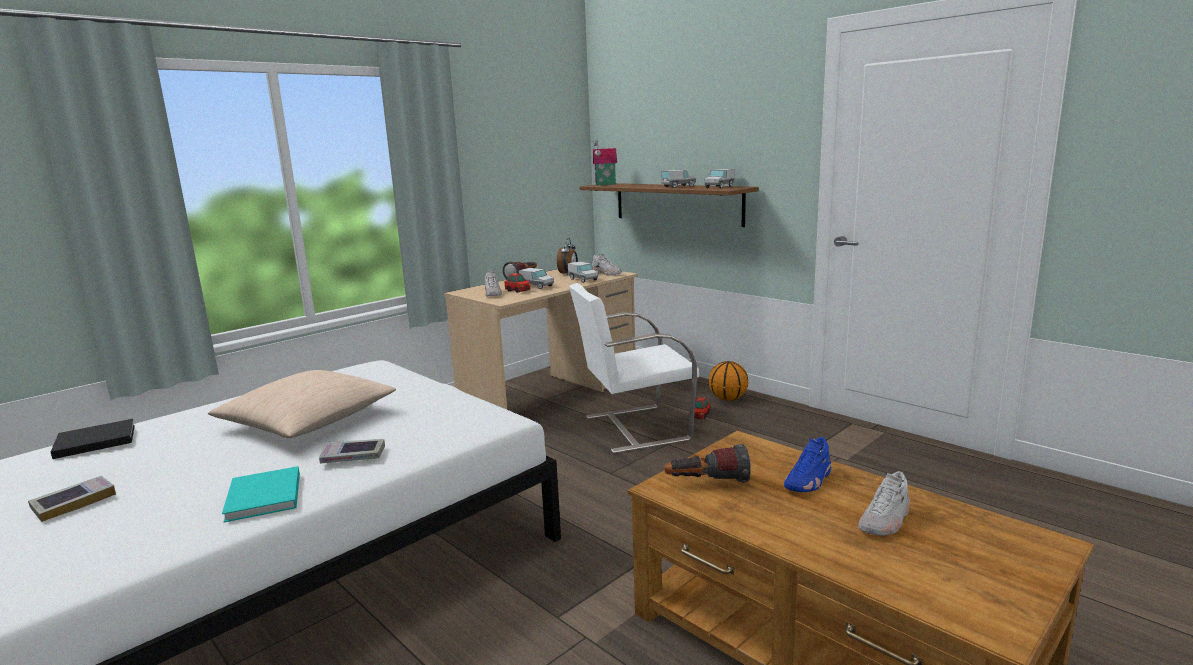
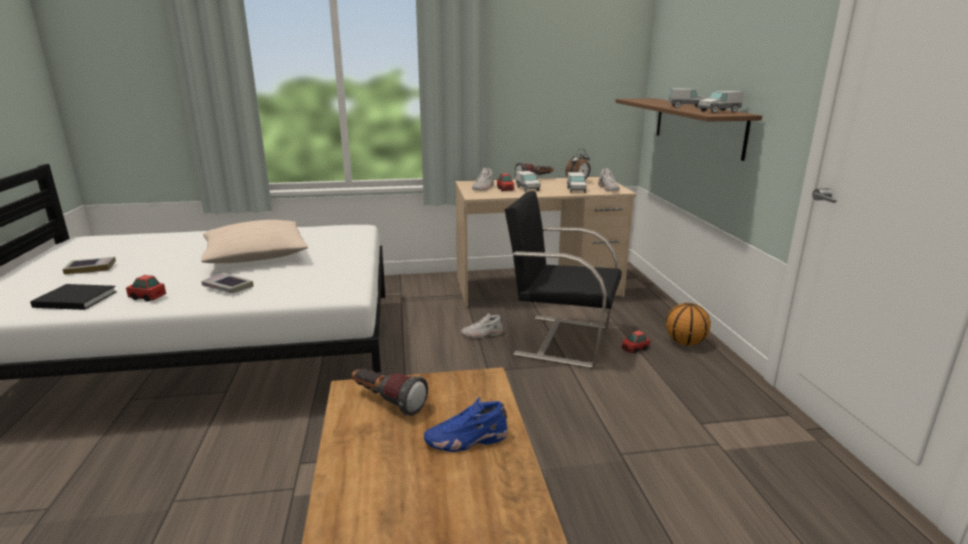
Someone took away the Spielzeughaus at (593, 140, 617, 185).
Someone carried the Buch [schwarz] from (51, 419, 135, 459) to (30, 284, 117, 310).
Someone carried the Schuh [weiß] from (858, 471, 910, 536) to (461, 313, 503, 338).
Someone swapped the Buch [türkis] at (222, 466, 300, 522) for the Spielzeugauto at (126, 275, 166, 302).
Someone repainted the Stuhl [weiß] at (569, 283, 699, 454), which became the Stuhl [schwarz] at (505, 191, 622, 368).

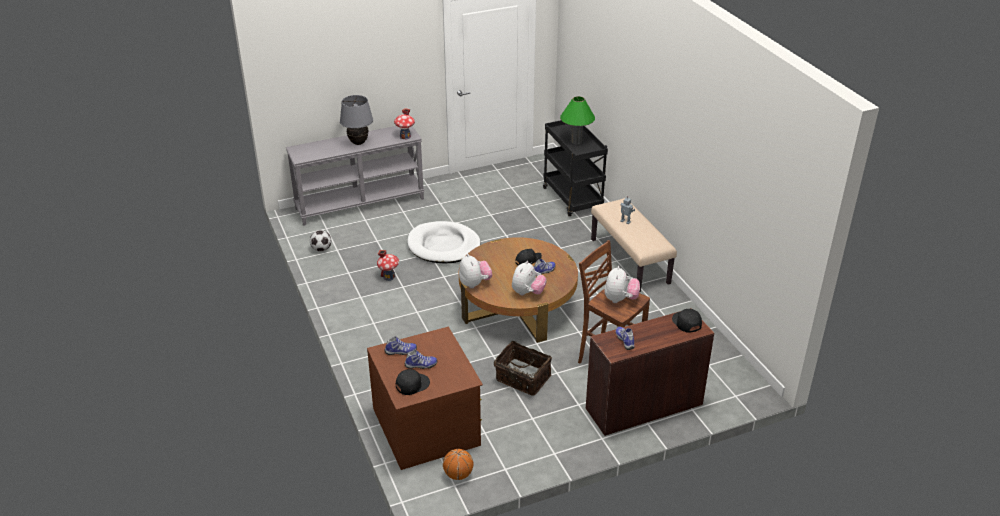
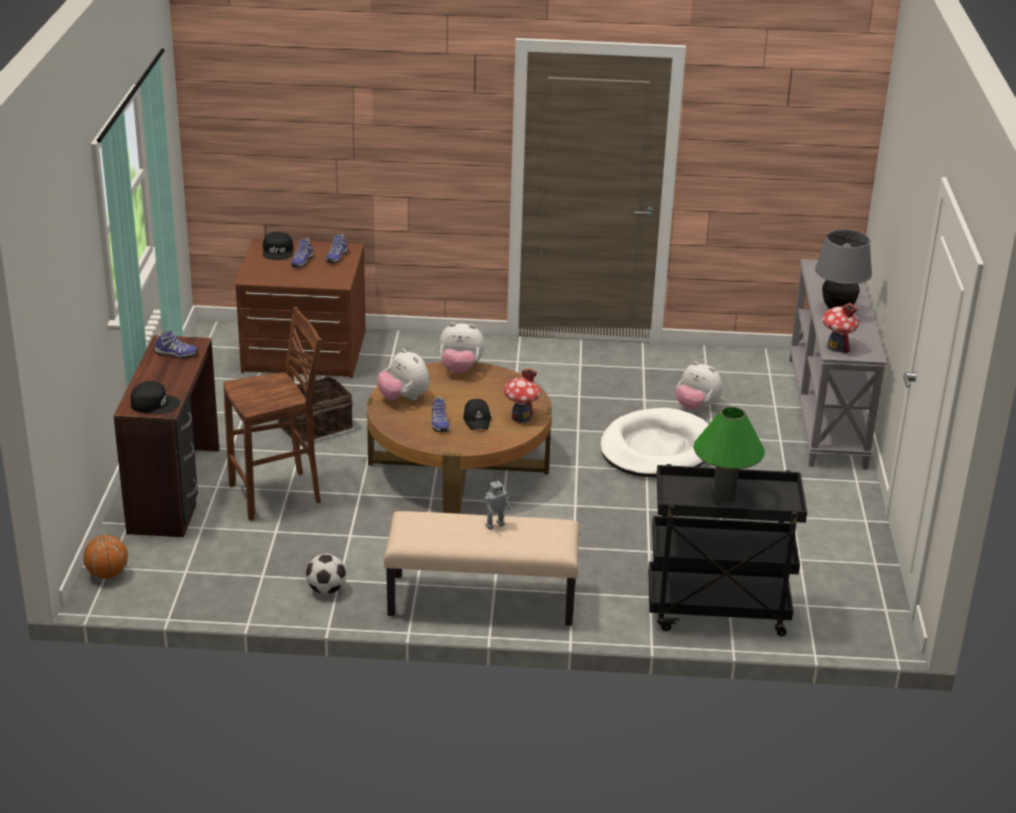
Someone carried the Fußball from (310, 230, 331, 251) to (306, 554, 347, 594).
Someone carried the Spielzeughaus from (377, 250, 399, 281) to (504, 368, 541, 423).
Someone carried the Basketball from (443, 449, 474, 480) to (83, 535, 128, 579).
Someone carried the Plüschtier from (604, 266, 640, 303) to (675, 361, 723, 410).

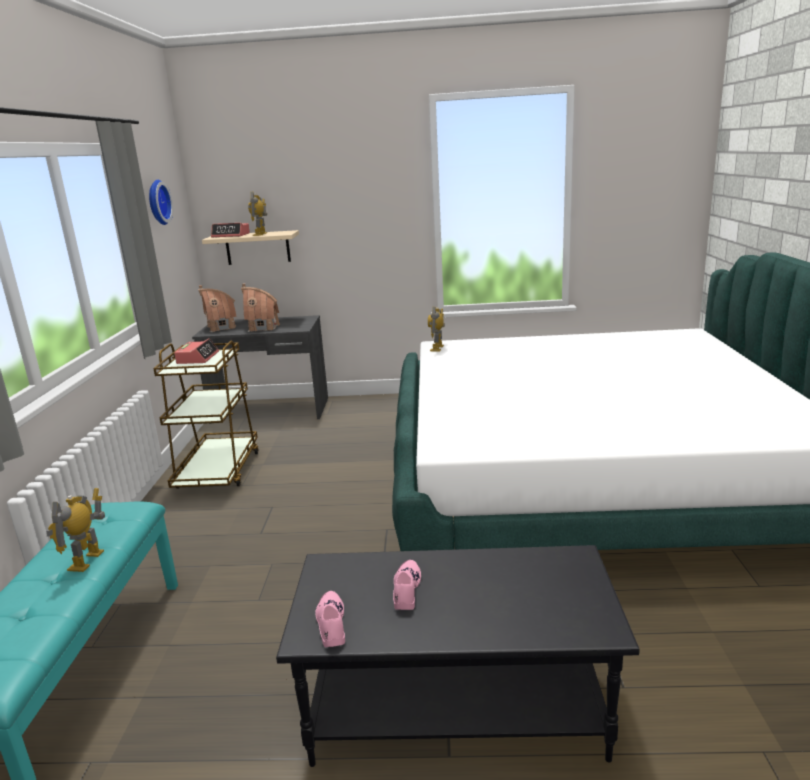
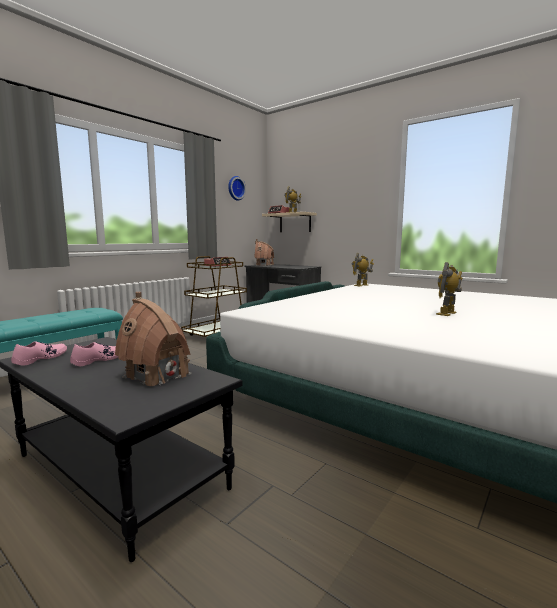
Someone carried the Spielzeugroboter from (46, 488, 105, 572) to (436, 262, 462, 316).
Someone carried the Spielzeughaus from (241, 283, 280, 332) to (115, 292, 191, 388).

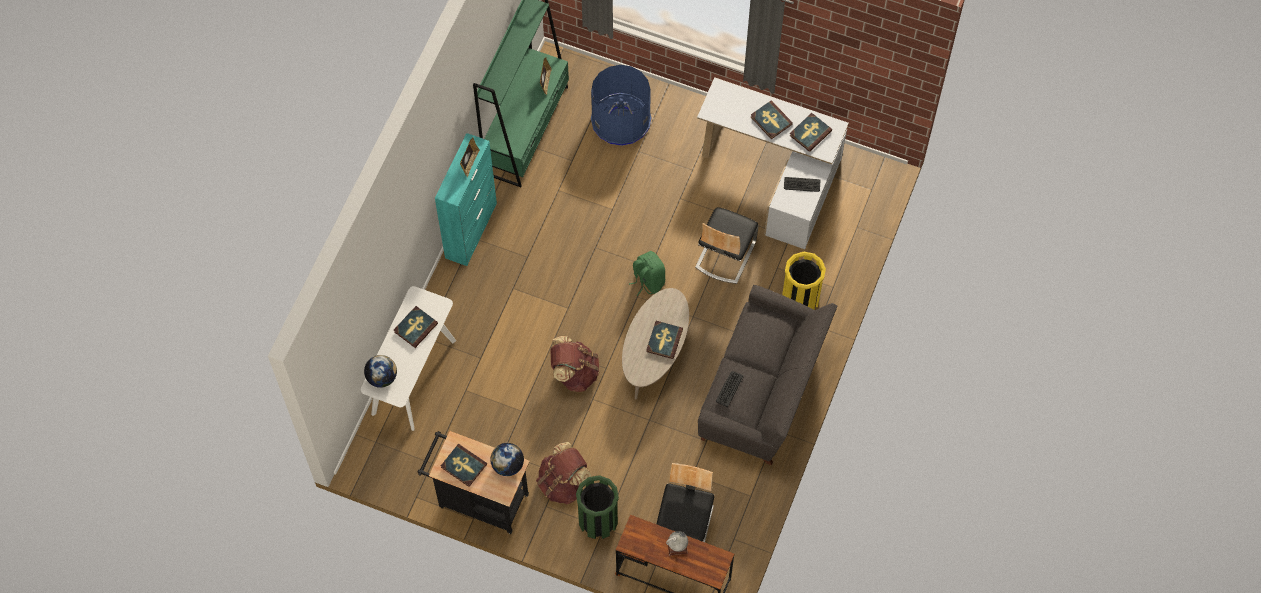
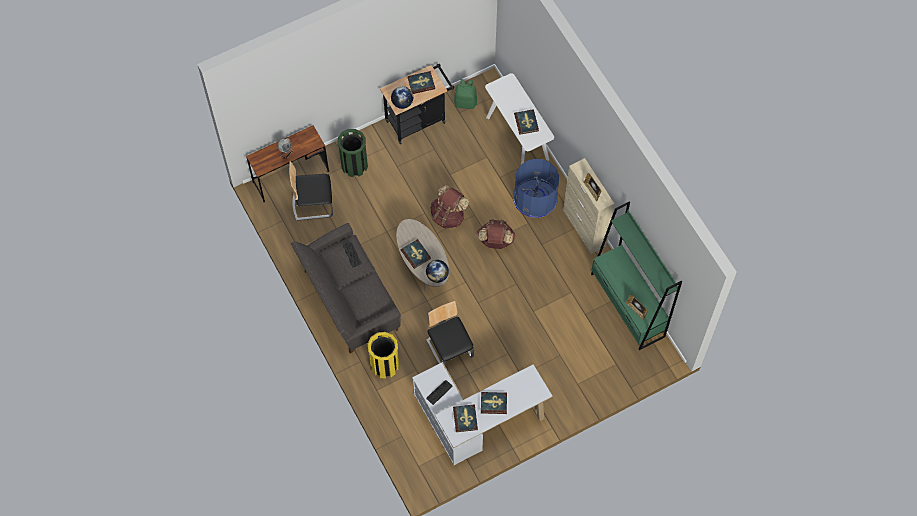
Someone carried the Globus from (364, 355, 397, 388) to (426, 260, 449, 283).
Someone carried the Rucksack [braun] from (536, 442, 591, 504) to (477, 219, 516, 249).
Someone carried the Mülleimer [blau] from (591, 65, 651, 146) to (513, 159, 559, 218).
Someone carried the Rucksack [grün] from (629, 251, 665, 296) to (454, 79, 477, 109).
Someone repainted the Schrank [türkis] at (435, 133, 497, 266), which became the Schrank [beige] at (563, 158, 615, 254).
Someone rotated the Stuhl at (657, 463, 714, 542) by 120 degrees clockwise.

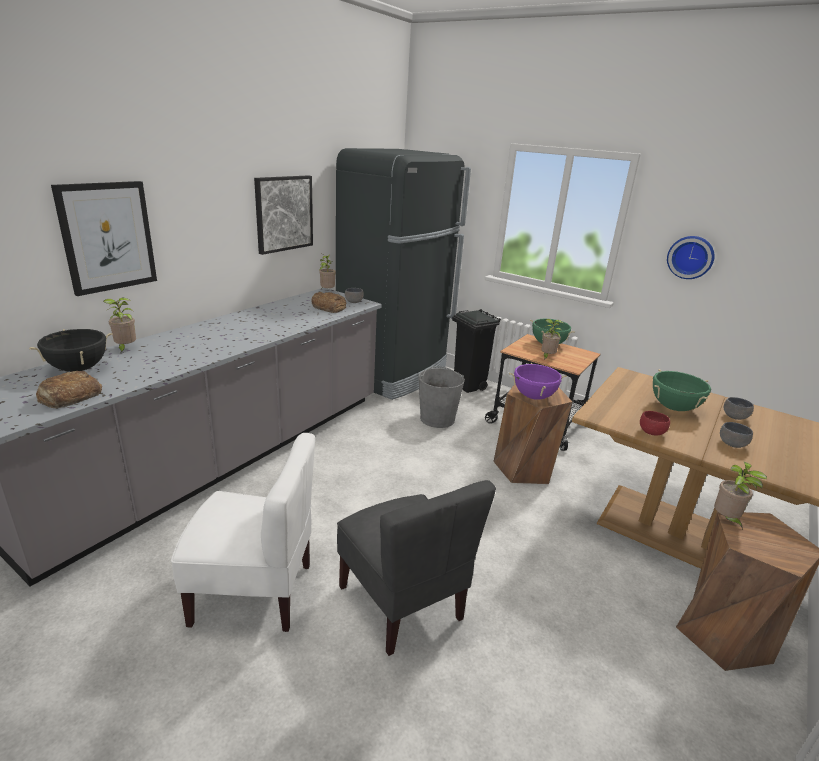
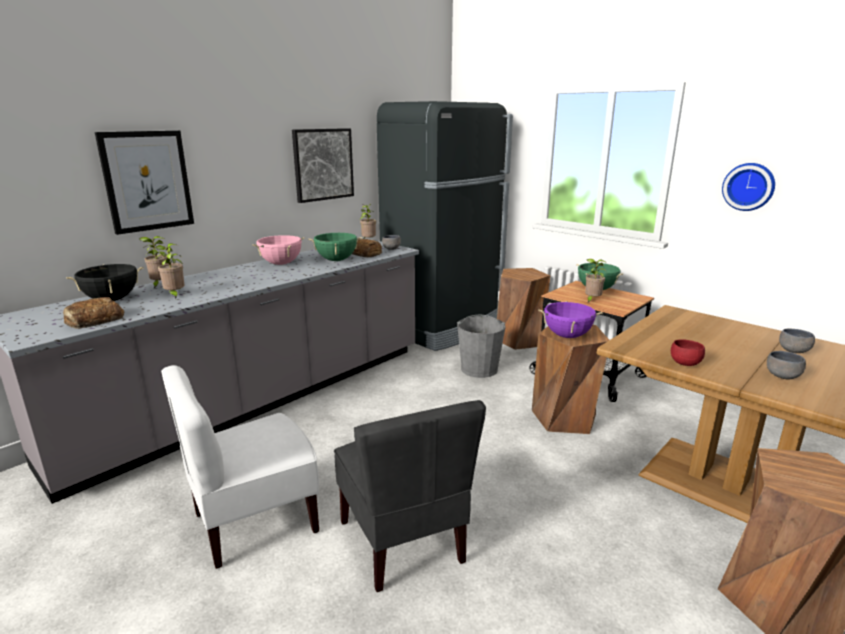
Someone put down the Kochtopf [rosa] at (252, 235, 304, 265).
Someone carried the Kochtopf [grün] from (653, 369, 711, 411) to (308, 232, 362, 261).
Someone carried the Topfpflanze from (714, 462, 767, 530) to (155, 243, 185, 299).
Someone swapped the Mülleimer [schwarz] at (452, 309, 501, 393) for the Hocker [braun] at (497, 268, 550, 350).
Someone rotated the Stuhl [weiß] at (171, 433, 315, 632) by 135 degrees clockwise.

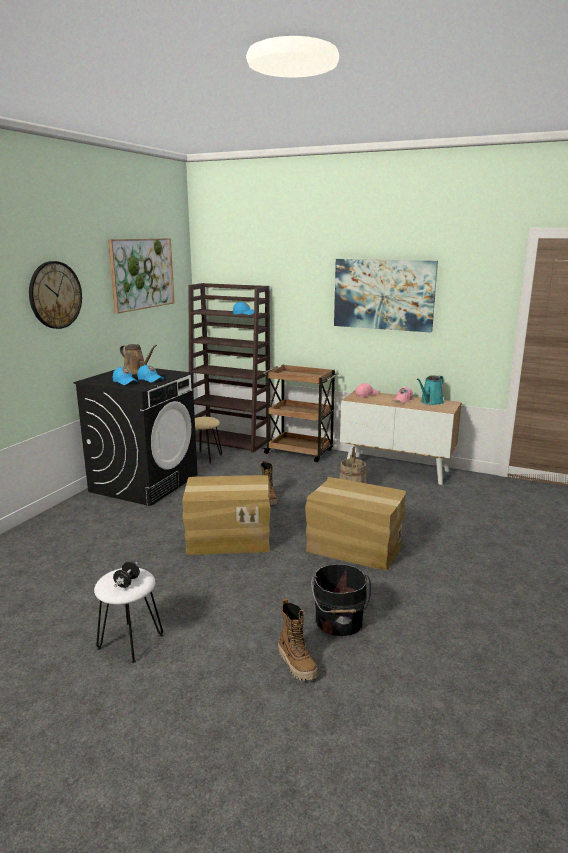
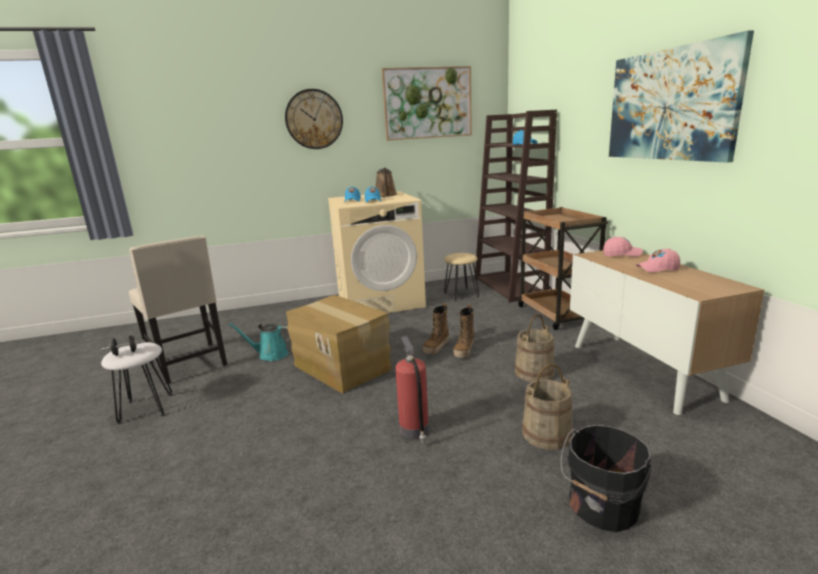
Someone put down the Stuhl [beige] at (129, 235, 227, 384).
Someone put down the Eimer [beige] at (522, 364, 573, 450).
Someone carried the Stiefel from (278, 599, 318, 681) to (453, 305, 474, 358).
Someone carried the Eimer [schwarz] from (311, 564, 371, 636) to (561, 425, 651, 532).
Someone carried the Gießkanne [türkis] from (417, 375, 444, 405) to (228, 323, 290, 361).
Someone swapped the Karton at (305, 477, 406, 571) for the Feuerlöscher at (395, 336, 429, 444).
Someone repainted the Waschmaschine [schwarz] at (73, 368, 198, 506), which became the Waschmaschine [beige] at (328, 191, 426, 313).

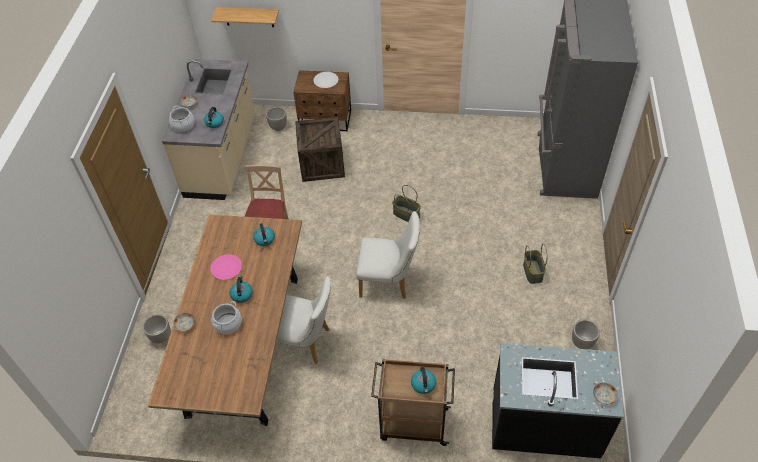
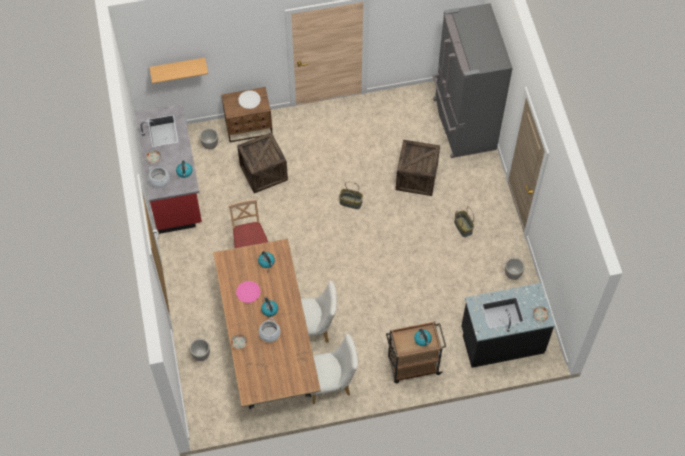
Someone put down the Kiste at (396, 140, 440, 196).
Someone carried the Stuhl [weiß] from (356, 211, 420, 299) to (311, 334, 358, 404).
Someone repainted the Küchenzeile [beige] at (162, 59, 255, 200), which became the Küchenzeile [rot] at (135, 103, 202, 234).

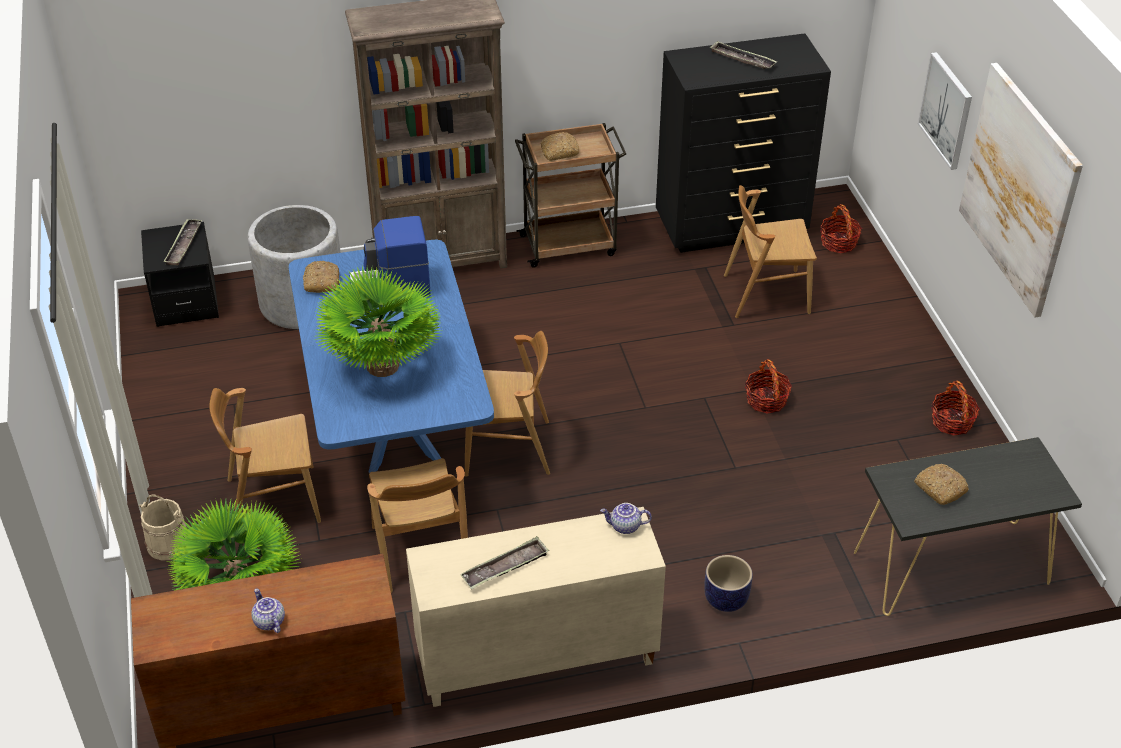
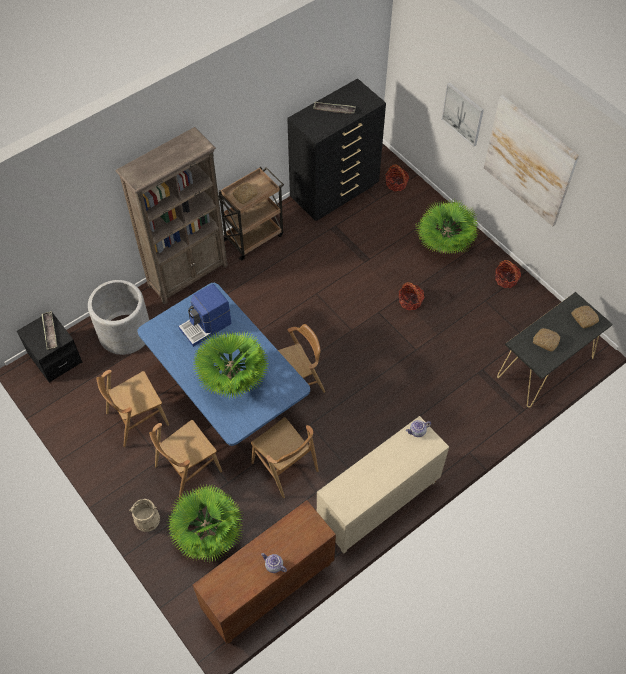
Someone took away the Tablett at (460, 536, 549, 590).
Someone took away the Pflanzkübel at (704, 555, 753, 612).
Someone put down the Topfpflanze at (415, 199, 479, 254).
Someone carried the Brot from (303, 261, 339, 293) to (571, 306, 599, 328).
Someone carried the Stuhl [braun] from (724, 185, 817, 318) to (97, 370, 169, 447).

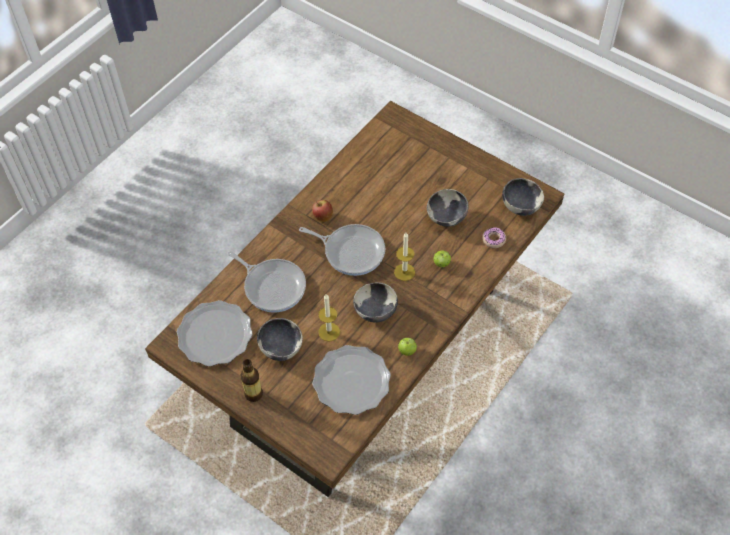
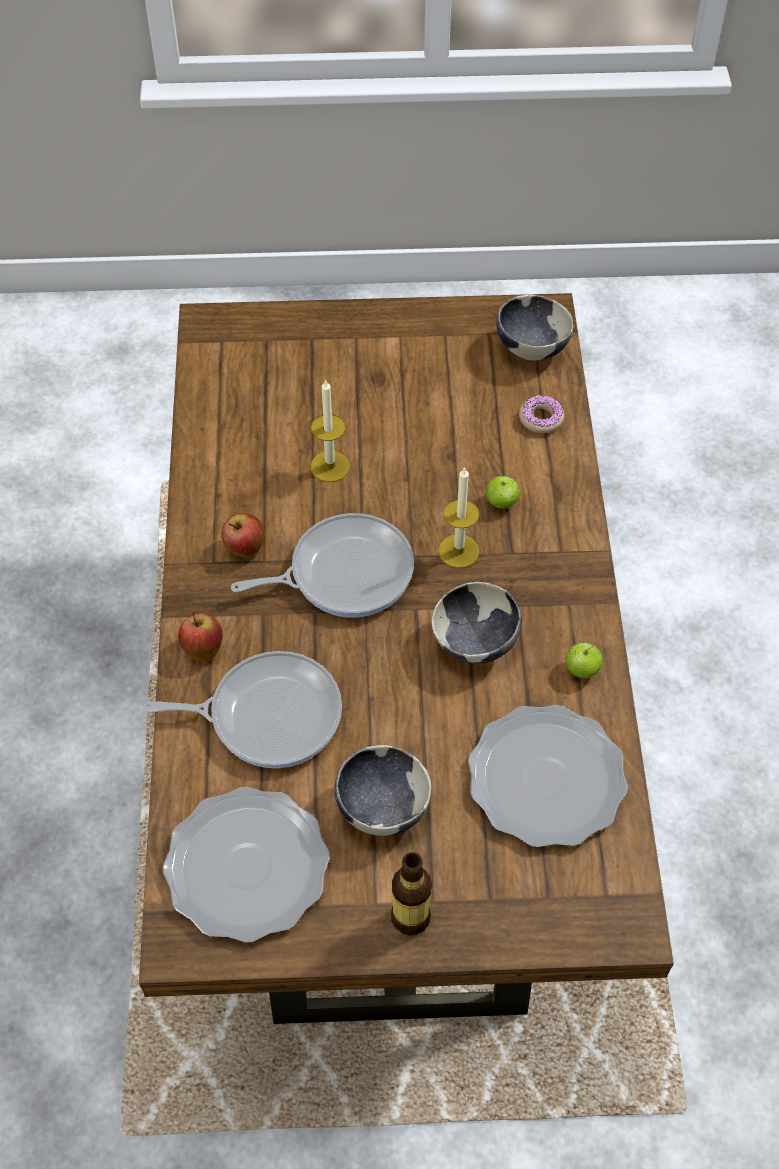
Someone took away the Schüssel at (427, 189, 469, 226).
Someone put down the Apfel at (178, 612, 223, 661).
Someone carried the Kerze from (318, 294, 340, 342) to (311, 379, 350, 482).

